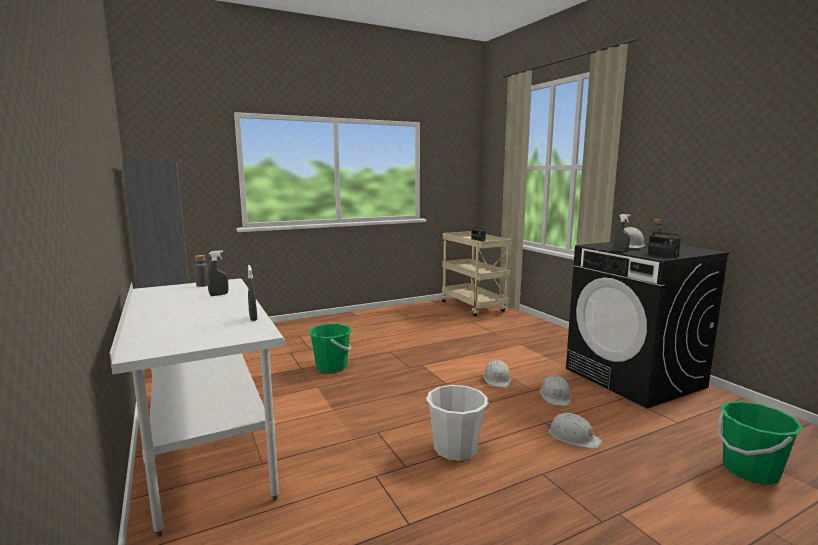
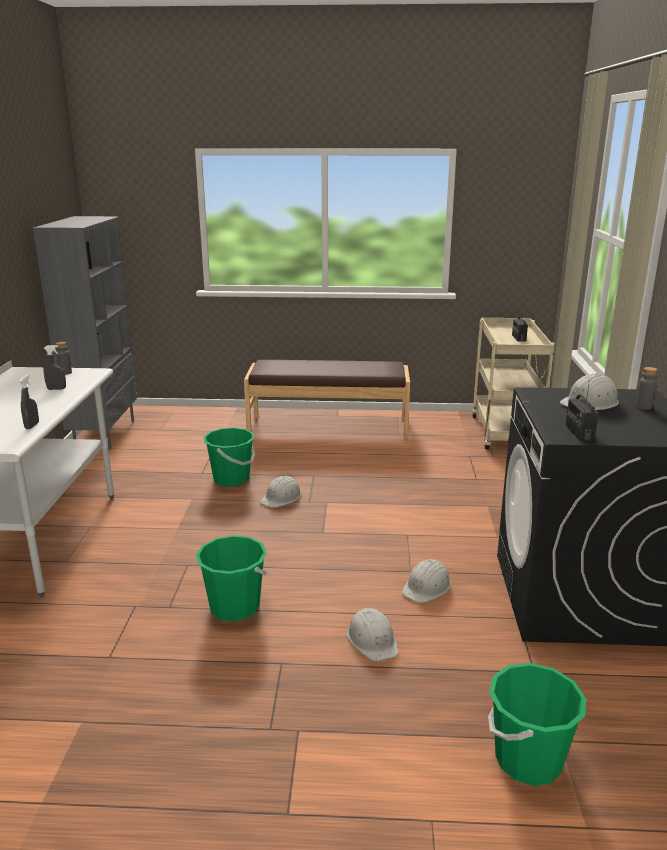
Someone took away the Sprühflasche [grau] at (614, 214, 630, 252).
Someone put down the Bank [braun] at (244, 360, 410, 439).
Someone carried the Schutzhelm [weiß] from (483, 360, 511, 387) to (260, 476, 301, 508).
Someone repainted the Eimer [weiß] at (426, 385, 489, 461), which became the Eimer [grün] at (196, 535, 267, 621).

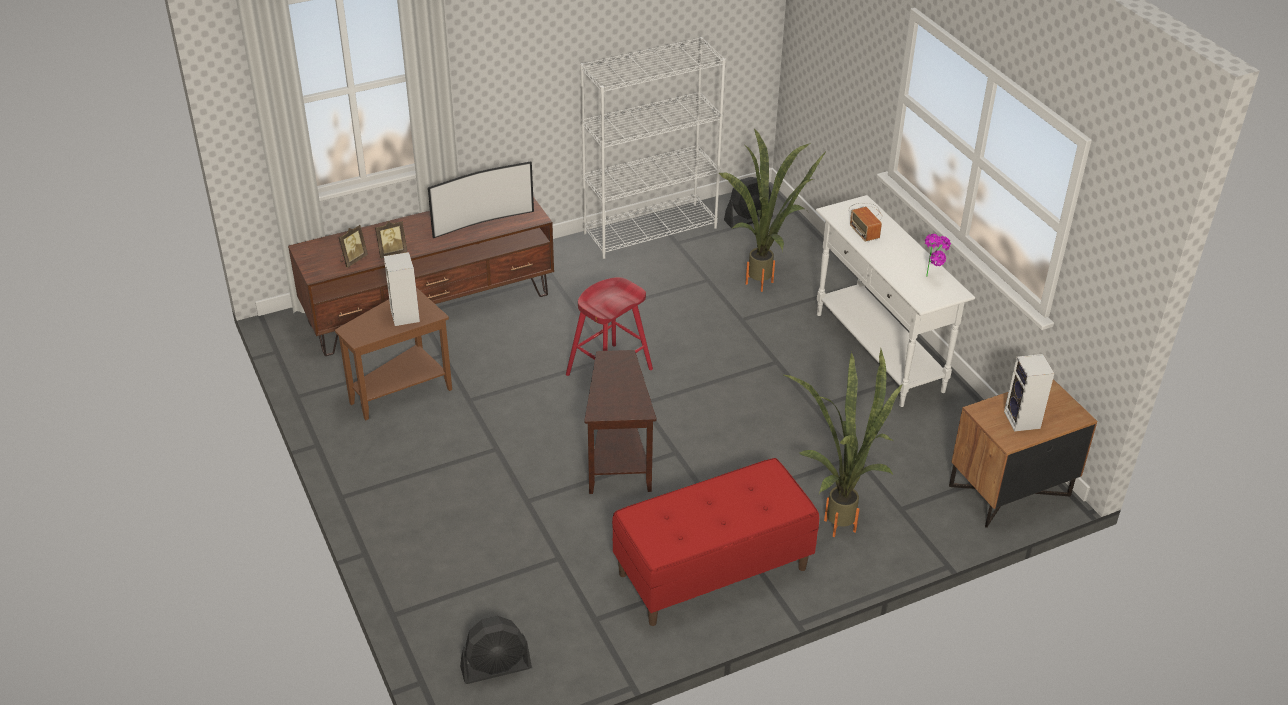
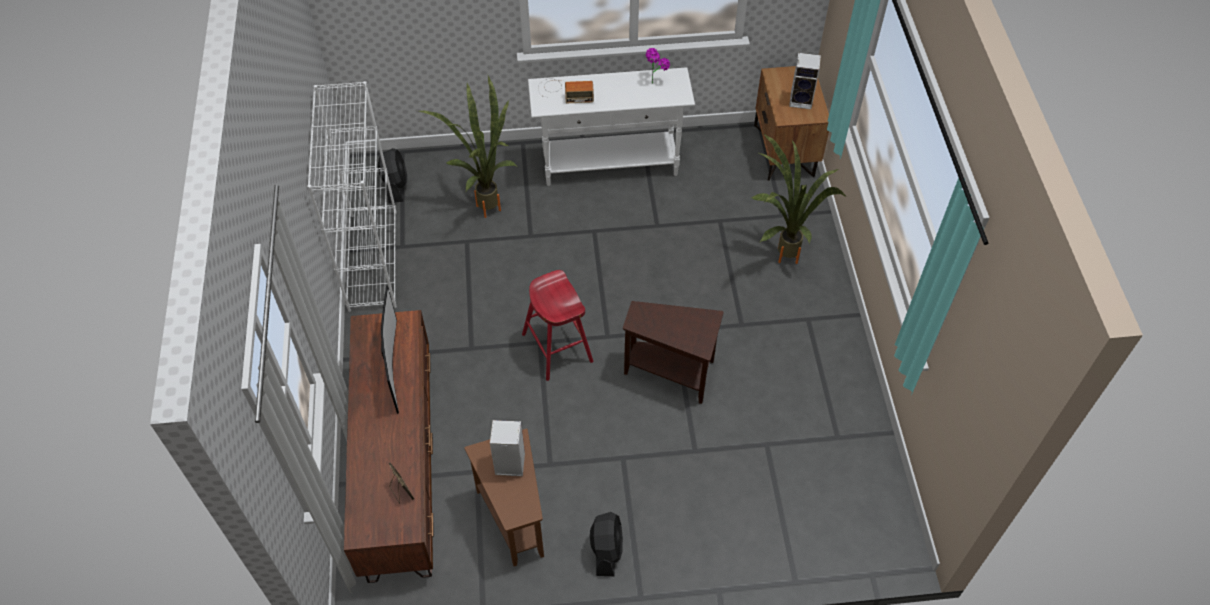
Someone took away the Bilderrahmen at (375, 221, 407, 259).
Someone took away the Bank [rot] at (612, 458, 819, 626).
Someone carried the Ventilator [schwarz] from (460, 616, 532, 684) to (590, 512, 623, 576).

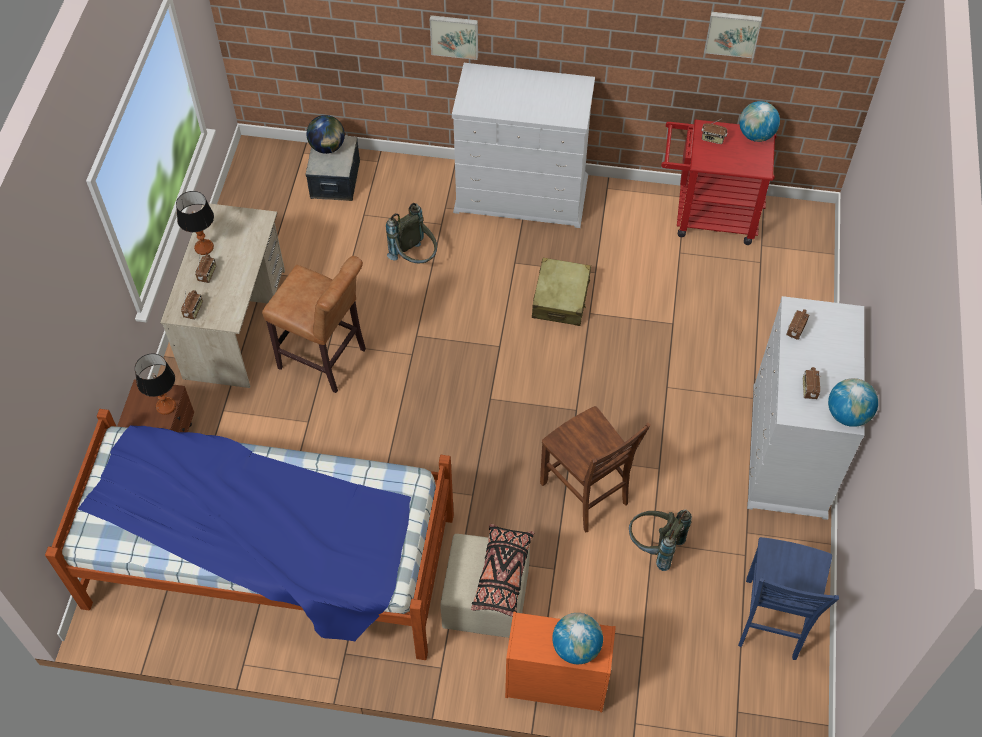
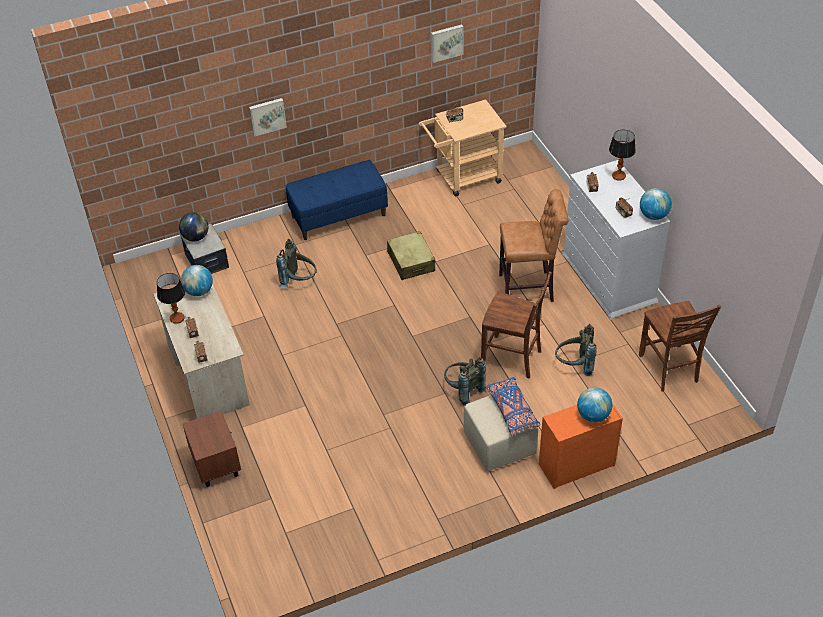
Someone took away the Bett at (45, 409, 454, 660).
Someone put down the Rucksack [grau] at (444, 357, 486, 405).
Someone carried the Tischlampe from (135, 354, 176, 415) to (609, 130, 636, 181).
Someone carried the Hocker [braun] from (262, 256, 366, 393) to (499, 189, 569, 302).
Someone carried the Globus from (739, 101, 780, 142) to (181, 265, 213, 296).
Someone swapped the Kommode [weiß] at (452, 63, 595, 228) for the Bank [blau] at (286, 160, 388, 240).
Someone repainted the Kissen [schwarz] at (471, 524, 534, 617), which became the Kissen [blau] at (485, 377, 540, 435).
Someone repainted the Rollwagen [rot] at (661, 120, 776, 245), which became the Rollwagen [beige] at (419, 100, 507, 196).
Someone repainted the Stuhl [blau] at (738, 537, 839, 660), which became the Stuhl [braun] at (639, 301, 721, 392).

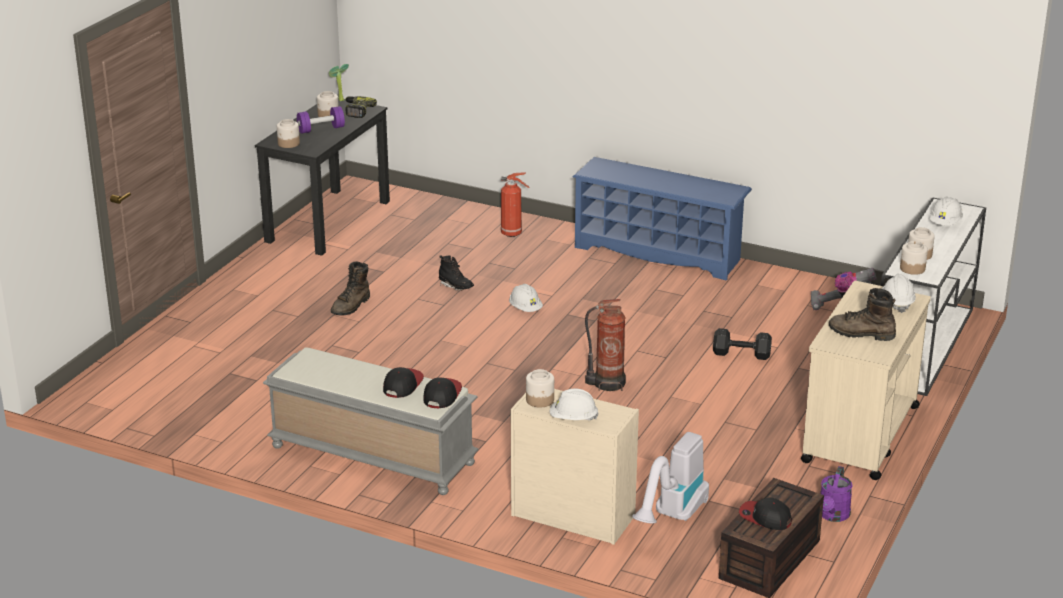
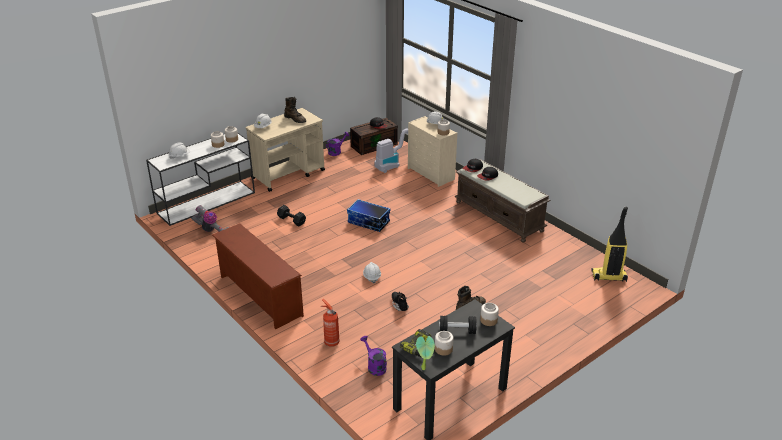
Someone put down the Gießkanne [lila] at (360, 336, 387, 376).
Someone put down the Staubsauger at (591, 207, 628, 282).
Someone swapped the Feuerlöscher at (585, 299, 626, 391) for the Aufbewahrungsbox at (347, 199, 390, 232).
Someone repainted the Bank [grau] at (263, 347, 478, 495), which became the Bank [braun] at (455, 159, 550, 243).
Someone repainted the Hantel [lila] at (297, 106, 345, 134), which became the Hantel [schwarz] at (439, 316, 477, 334).
Someone repainted the Schuhregal [blau] at (573, 157, 752, 281), which became the Schuhregal [braun] at (212, 223, 304, 329).

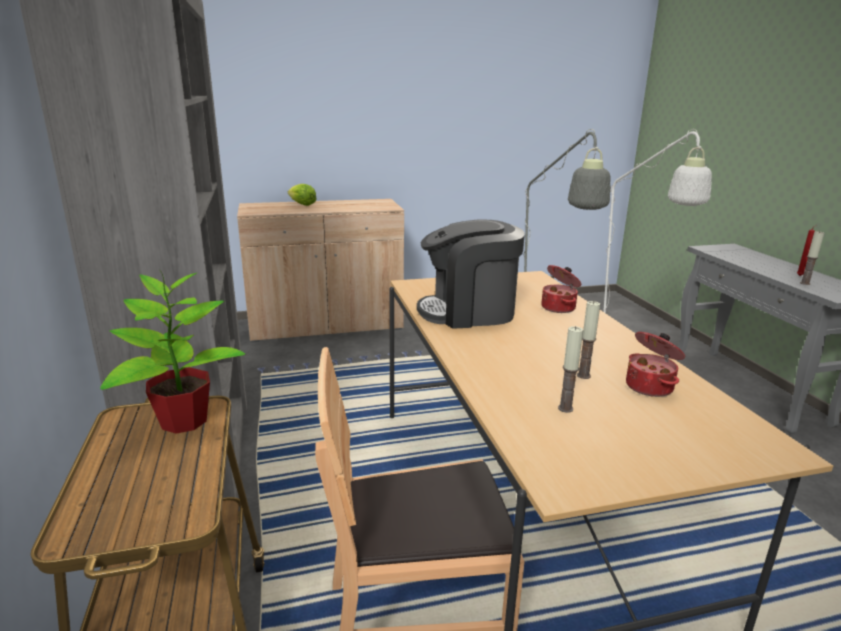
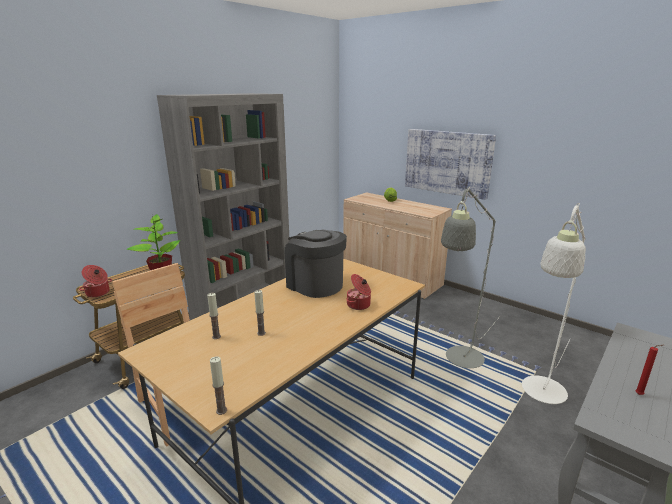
Someone put up the Bild at (405, 129, 496, 200).
Someone carried the Kochtopf from (626, 332, 685, 397) to (79, 265, 112, 297).
Someone carried the Kerze from (800, 231, 824, 285) to (210, 356, 227, 415).

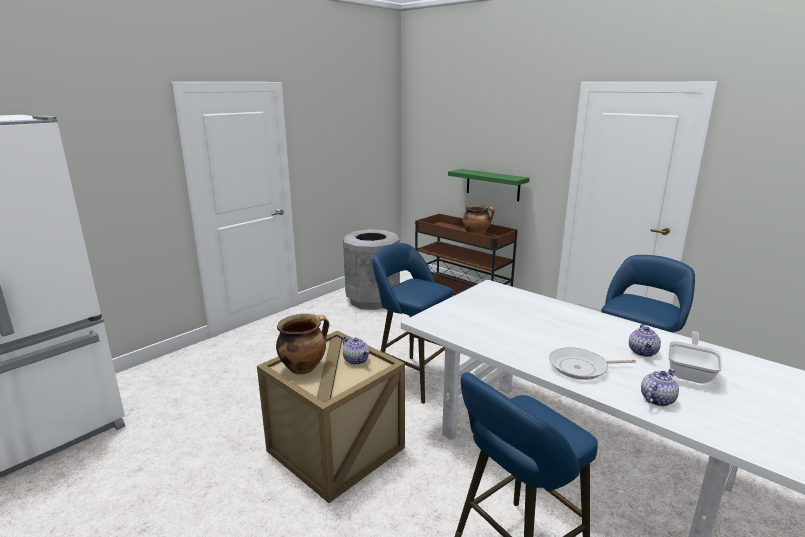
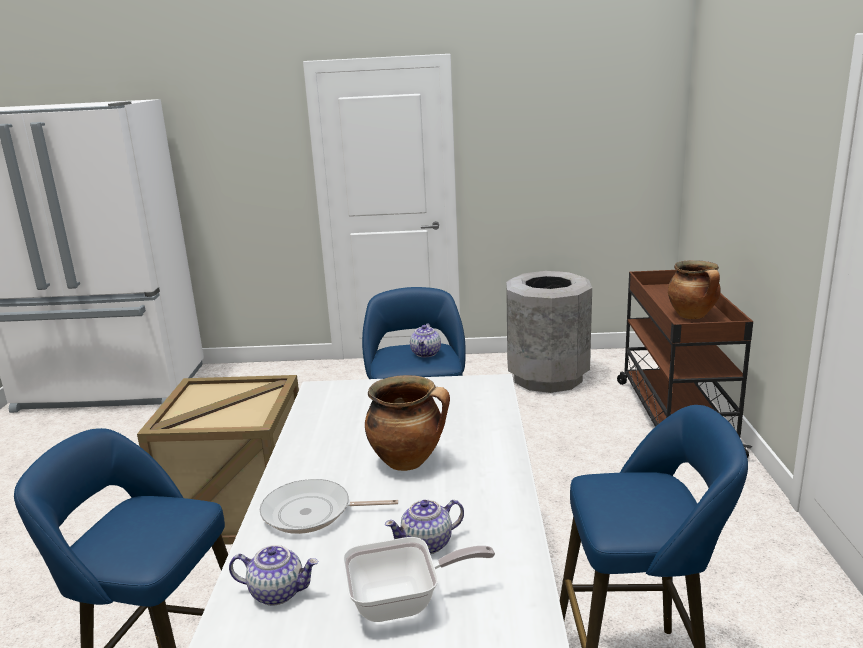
Someone took away the Wandregal [grün] at (448, 169, 529, 201).
Someone carried the Kochtopf from (276, 314, 329, 374) to (365, 375, 450, 471).
Someone carried the Teekanne from (343, 336, 369, 365) to (410, 323, 441, 357).
Someone rotated the Pfanne at (549, 347, 636, 380) by 45 degrees counterclockwise.

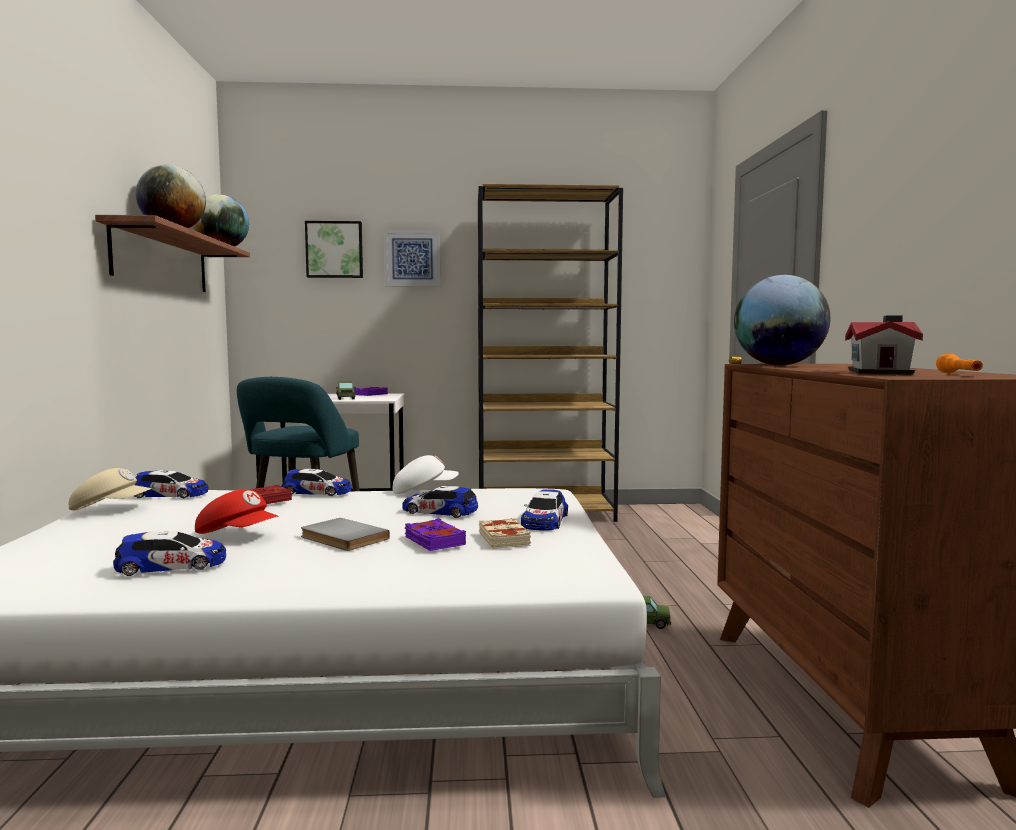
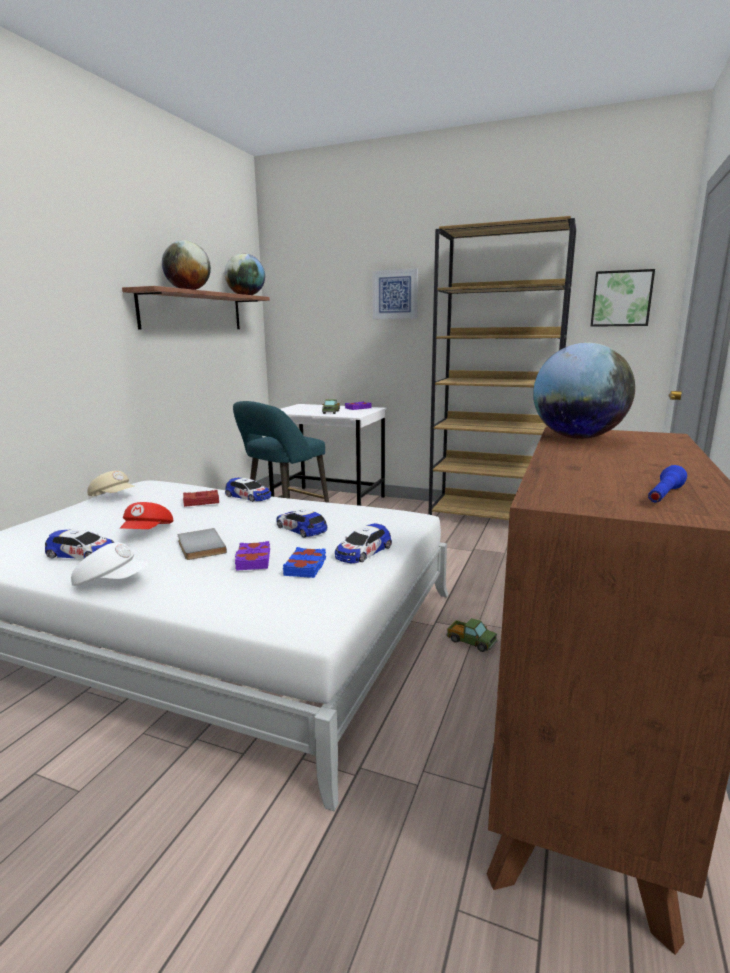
Someone took away the Spielzeugauto at (134, 470, 208, 498).
Someone took away the Spielzeughaus at (845, 315, 923, 374).
Someone carried the Bild from (305, 221, 363, 278) to (590, 269, 655, 327).
Someone carried the Kappe [weiß] from (393, 455, 459, 494) to (71, 543, 149, 586).
Someone repainted the Buch [beige] at (479, 518, 531, 549), which became the Buch [blau] at (283, 547, 326, 578).
Someone repainted the Taschenlampe [orange] at (936, 354, 983, 373), which became the Taschenlampe [blau] at (648, 465, 687, 503).
Someone rotated the Kappe [rot] at (195, 489, 279, 534) by 45 degrees clockwise.

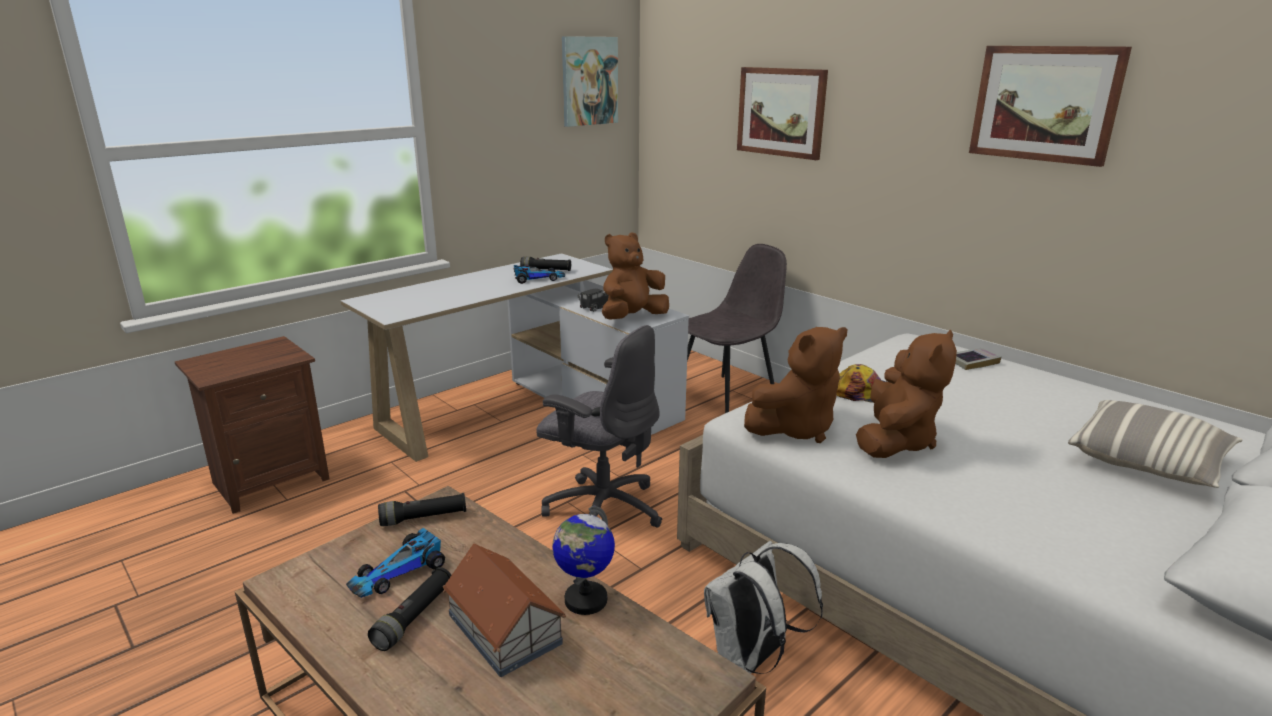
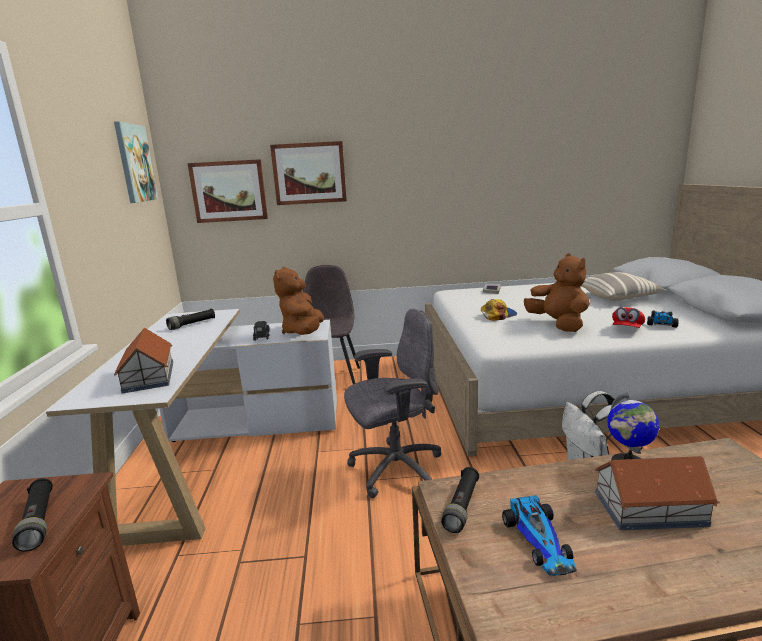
Someone took away the Plüschtier [braun] at (744, 327, 848, 443).
Someone put down the Spielzeughaus at (114, 328, 173, 393).
Someone put down the Kappe [rot] at (612, 307, 645, 328).
Someone carried the Taschenlampe [schwarz] from (368, 567, 451, 651) to (12, 478, 53, 552).
Someone carried the Spielzeugauto from (513, 265, 565, 284) to (647, 310, 679, 328).
Someone carried the Bild from (969, 46, 1132, 167) to (187, 159, 268, 223).

